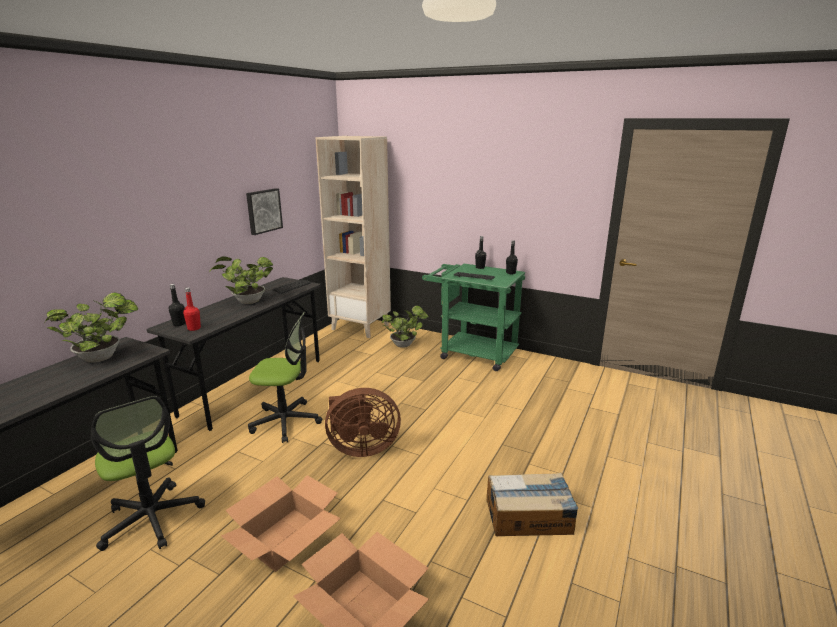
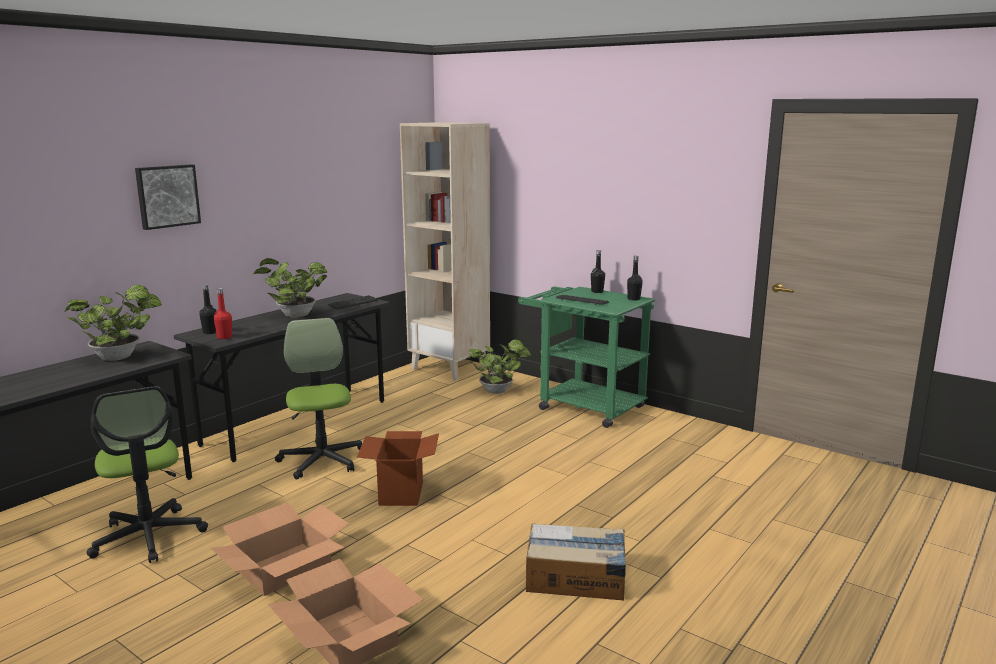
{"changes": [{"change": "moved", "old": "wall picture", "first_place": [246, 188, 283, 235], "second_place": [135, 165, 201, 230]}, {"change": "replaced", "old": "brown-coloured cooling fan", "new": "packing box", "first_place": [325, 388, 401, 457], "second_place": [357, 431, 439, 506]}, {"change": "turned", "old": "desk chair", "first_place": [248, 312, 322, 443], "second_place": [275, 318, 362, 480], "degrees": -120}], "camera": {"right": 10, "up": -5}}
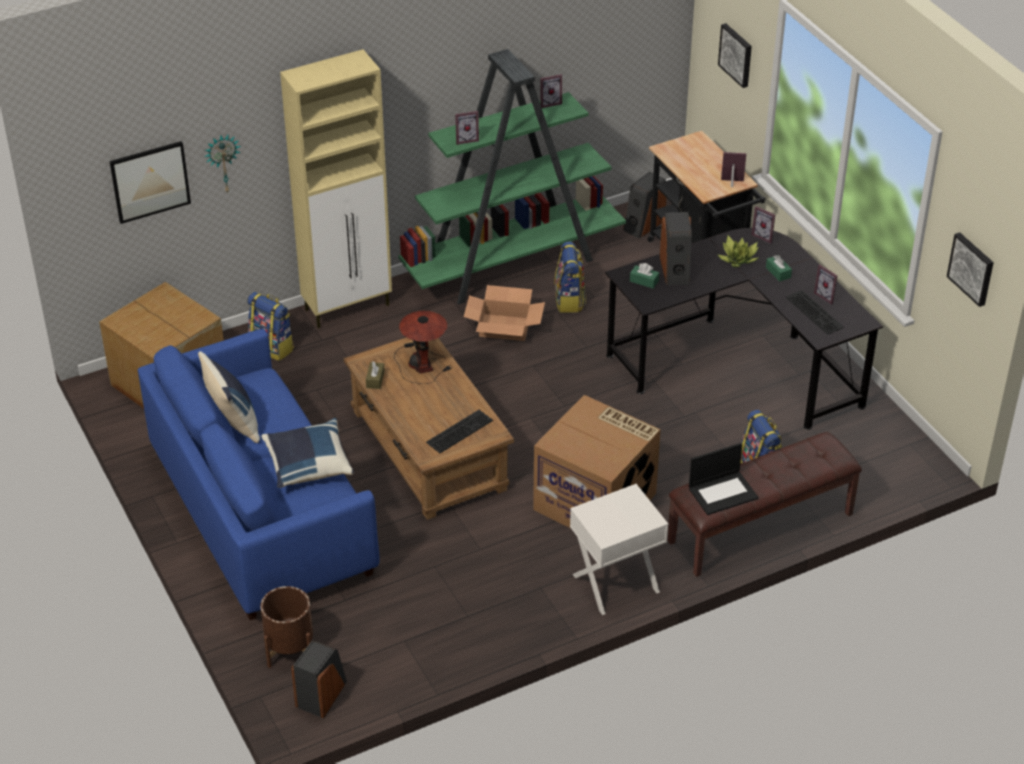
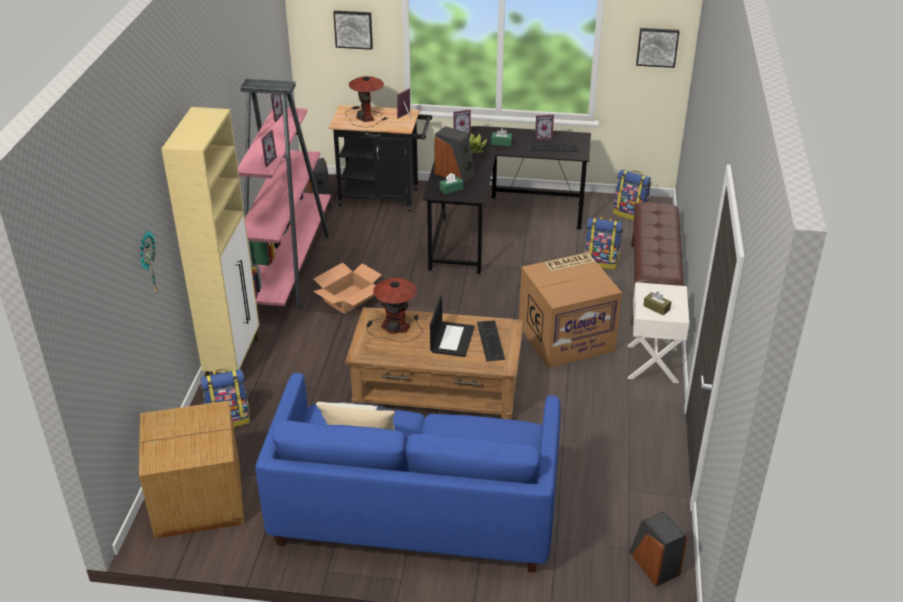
{"changes": [{"change": "removed", "old": "wall picture", "first_place": [110, 141, 191, 224]}, {"change": "removed", "old": "brown-coloured plant pot", "first_place": [260, 586, 313, 668]}, {"change": "removed", "old": "bluish throw pillow", "first_place": [261, 418, 354, 488]}, {"change": "added", "new": "tabletop lamp", "second_place": [345, 76, 387, 127]}, {"change": "moved", "old": "brown-coloured tissue box", "first_place": [366, 361, 385, 389], "second_place": [643, 292, 671, 315]}, {"change": "moved", "old": "knapsack", "first_place": [554, 241, 586, 313], "second_place": [613, 169, 651, 221]}, {"change": "moved", "old": "notebook computer", "first_place": [689, 443, 759, 515], "second_place": [430, 295, 475, 357]}, {"change": "recoloured", "old": "green bookcase", "new": "pink bookcase", "first_place": [398, 49, 626, 305], "second_place": [238, 79, 331, 308]}], "camera": {"right": -55, "up": -5}}
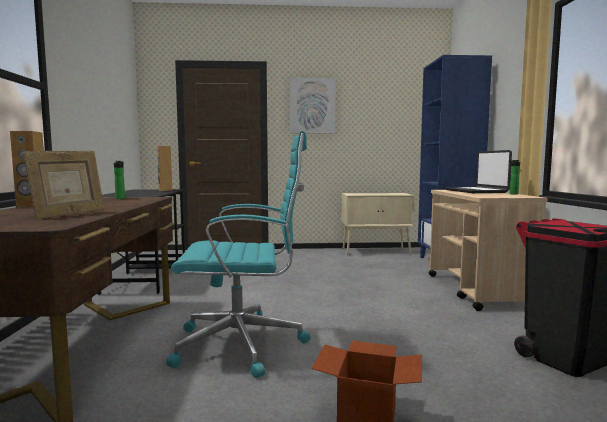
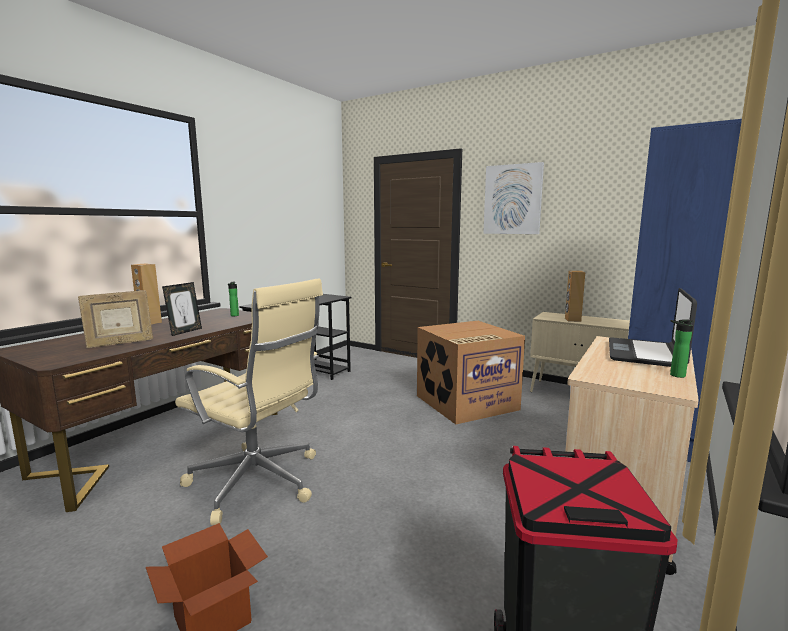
{"changes": [{"change": "added", "new": "photo frame", "second_place": [162, 282, 202, 336]}, {"change": "added", "new": "packing box", "second_place": [417, 321, 525, 424]}, {"change": "moved", "old": "brown-coloured loudspeaker", "first_place": [157, 146, 172, 191], "second_place": [565, 271, 585, 322]}, {"change": "recoloured", "old": "turquoise desk chair", "new": "sand-coloured desk chair", "first_place": [166, 131, 311, 378], "second_place": [175, 278, 323, 525]}], "camera": {"right": 35, "up": 5}}
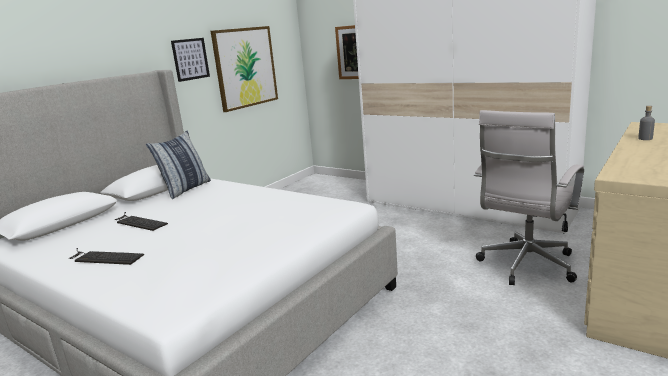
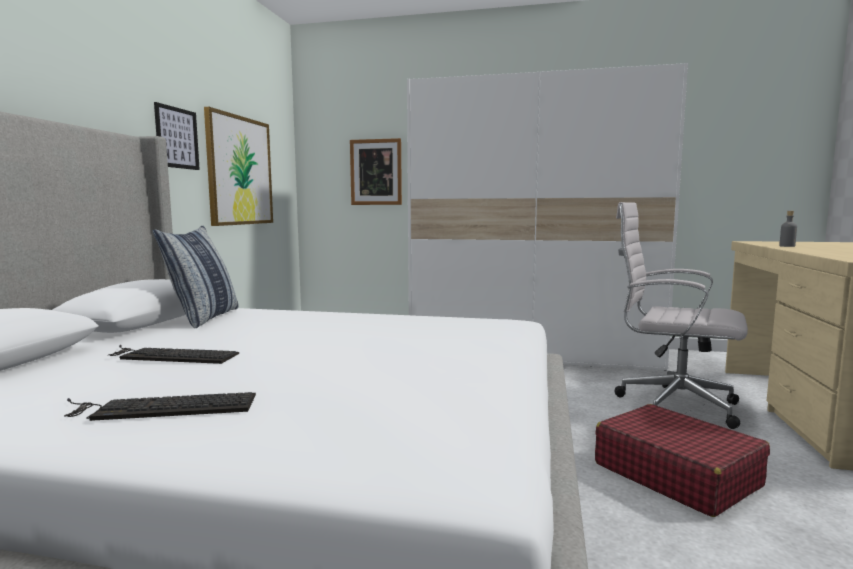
{"changes": [{"change": "added", "new": "red-coloured piece of luggage", "second_place": [595, 404, 770, 517]}, {"change": "turned", "old": "whitish desk chair", "first_place": [474, 110, 584, 285], "second_place": [615, 202, 748, 429], "degrees": 105}], "camera": {"right": -25, "up": -10}}
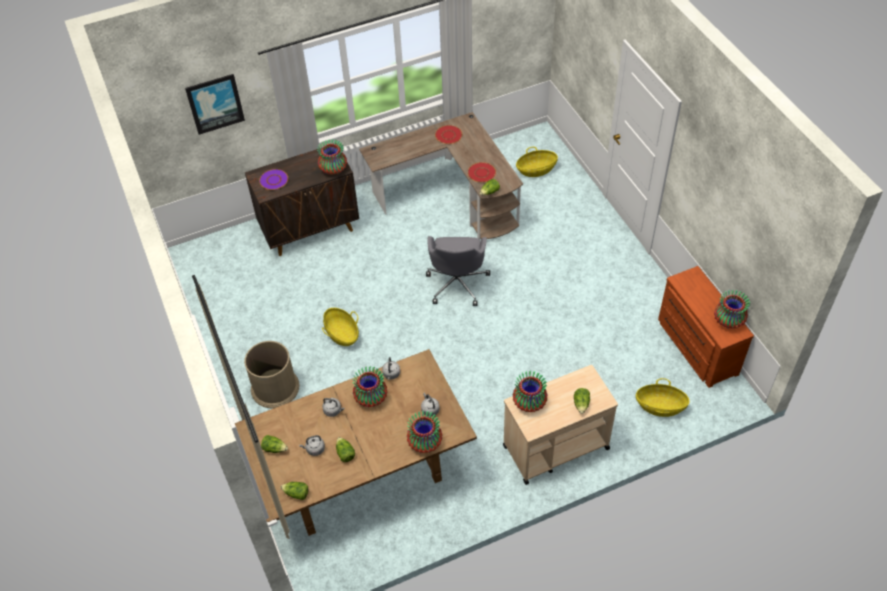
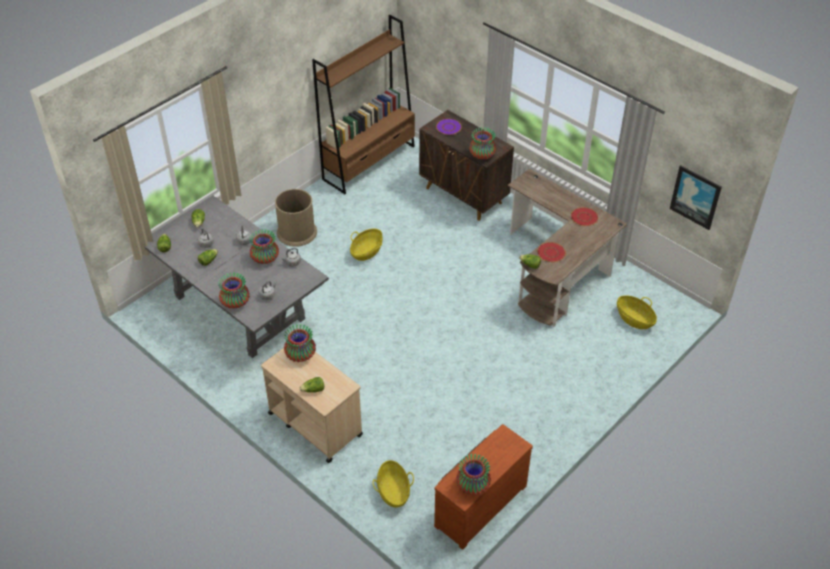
{"changes": [{"change": "removed", "old": "greyish desk chair", "first_place": [426, 236, 490, 306]}, {"change": "added", "new": "brown-coloured bookcase", "second_place": [312, 15, 415, 194]}, {"change": "moved", "old": "wall picture", "first_place": [185, 74, 245, 135], "second_place": [670, 165, 722, 230]}, {"change": "recoloured", "old": "brown-coloured dining table", "new": "greyish dining table", "first_place": [235, 349, 477, 536], "second_place": [145, 196, 329, 358]}], "camera": {"right": 65, "up": -5}}
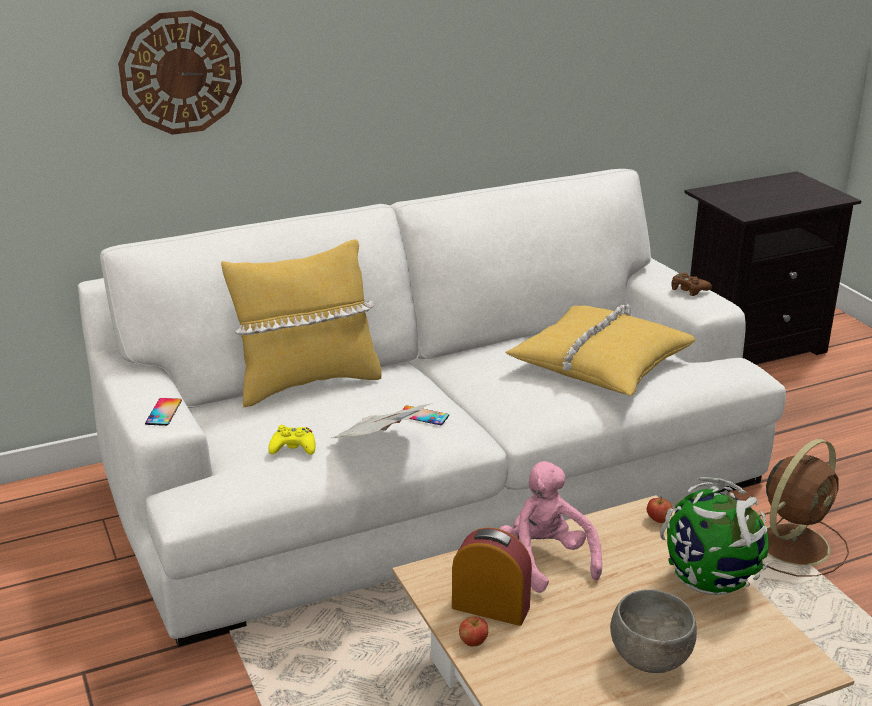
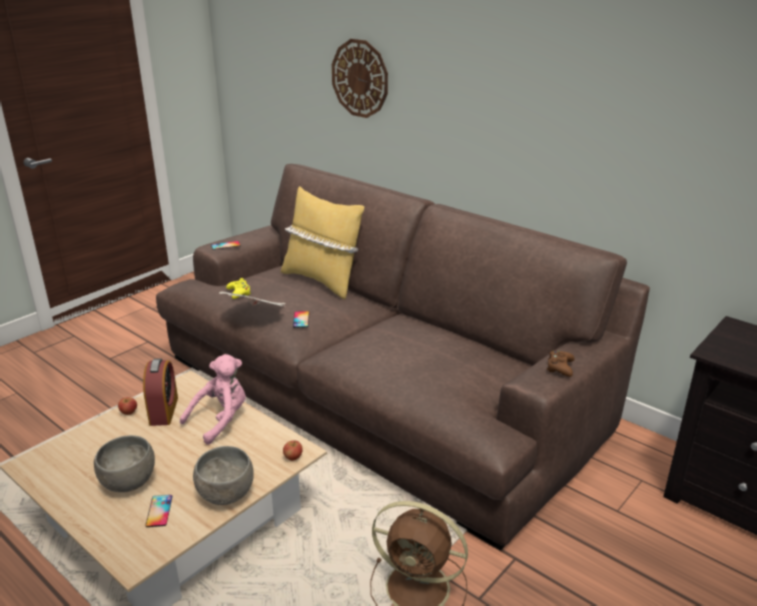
{"changes": [{"change": "removed", "old": "yellow-coloured throw pillow", "first_place": [506, 304, 696, 396]}, {"change": "added", "new": "phone", "second_place": [145, 495, 172, 527]}, {"change": "replaced", "old": "world globe", "new": "greyish deep dish", "first_place": [660, 477, 769, 595], "second_place": [193, 446, 254, 505]}, {"change": "recoloured", "old": "whitish sofa", "new": "brown-coloured sofa", "first_place": [78, 169, 786, 647], "second_place": [156, 164, 650, 551]}], "camera": {"right": 65, "up": 0}}
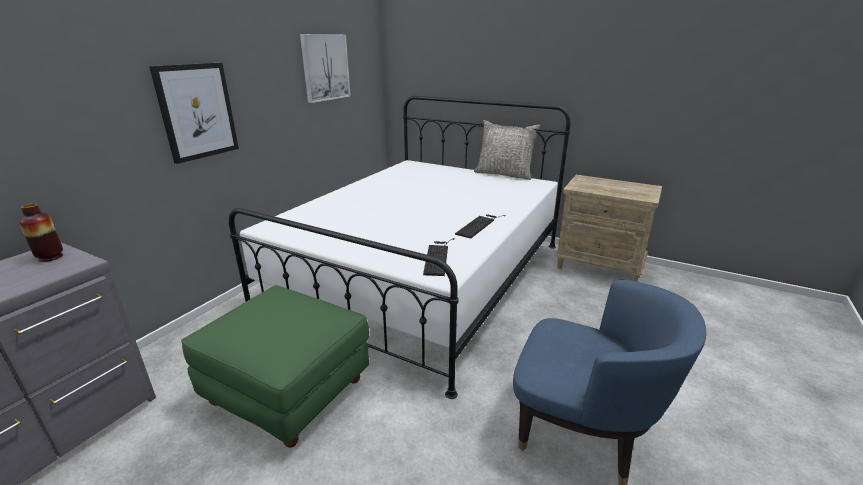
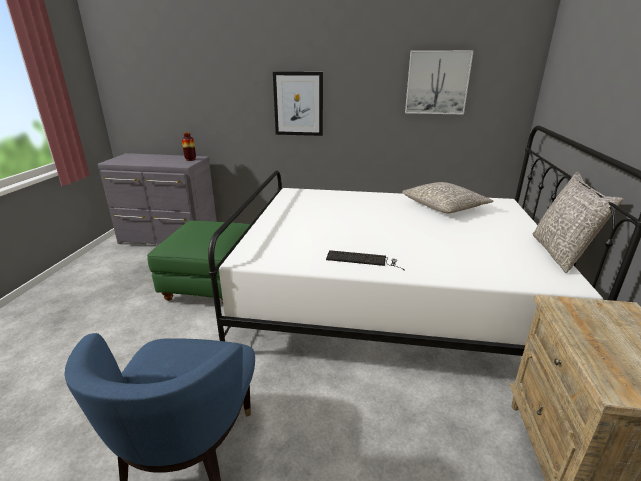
{"changes": [{"change": "removed", "old": "computer keyboard", "first_place": [423, 238, 455, 276]}, {"change": "added", "new": "greyish throw pillow", "second_place": [402, 182, 494, 214]}], "camera": {"right": 70, "up": 0}}
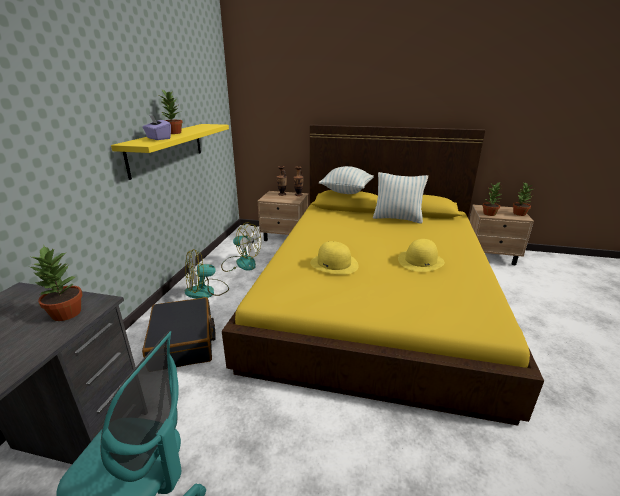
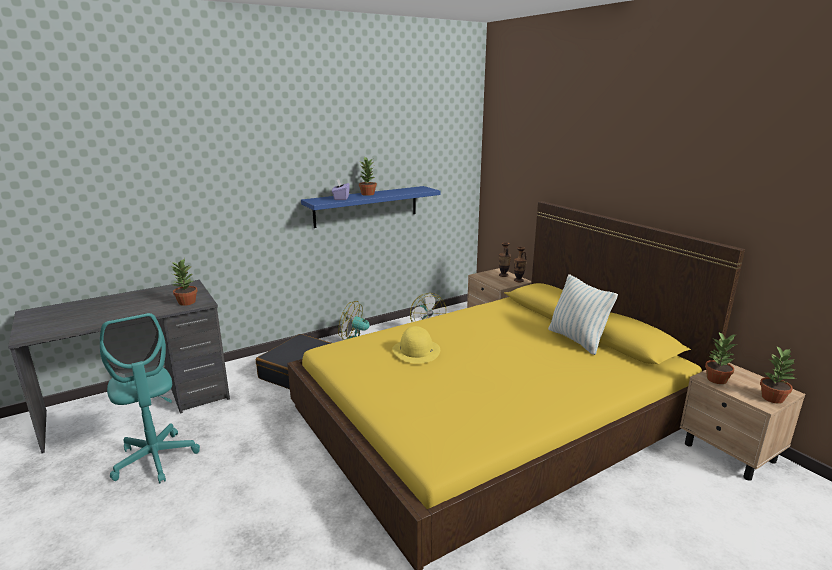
{"changes": [{"change": "removed", "old": "throw pillow", "first_place": [319, 166, 374, 194]}, {"change": "removed", "old": "yellow-coloured wearable hat", "first_place": [398, 239, 445, 272]}, {"change": "recoloured", "old": "yellow-coloured shelf", "new": "bluish shelf", "first_place": [111, 124, 229, 180], "second_place": [301, 186, 440, 228]}], "camera": {"right": 45, "up": -5}}
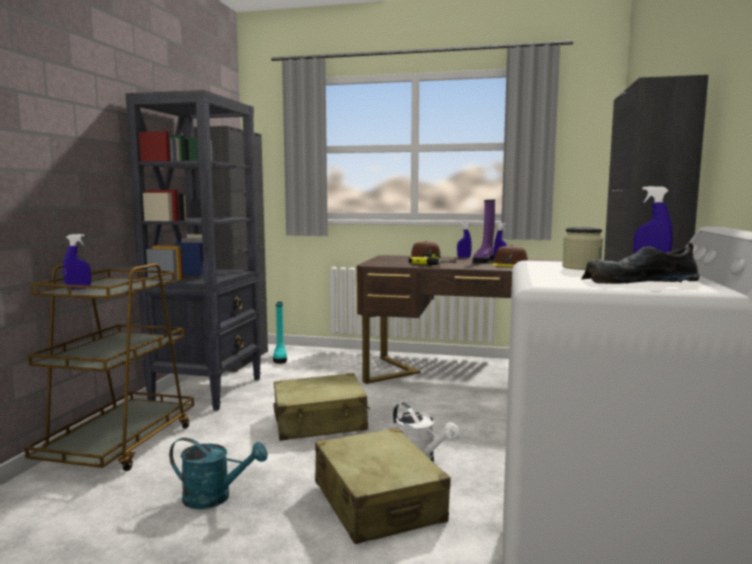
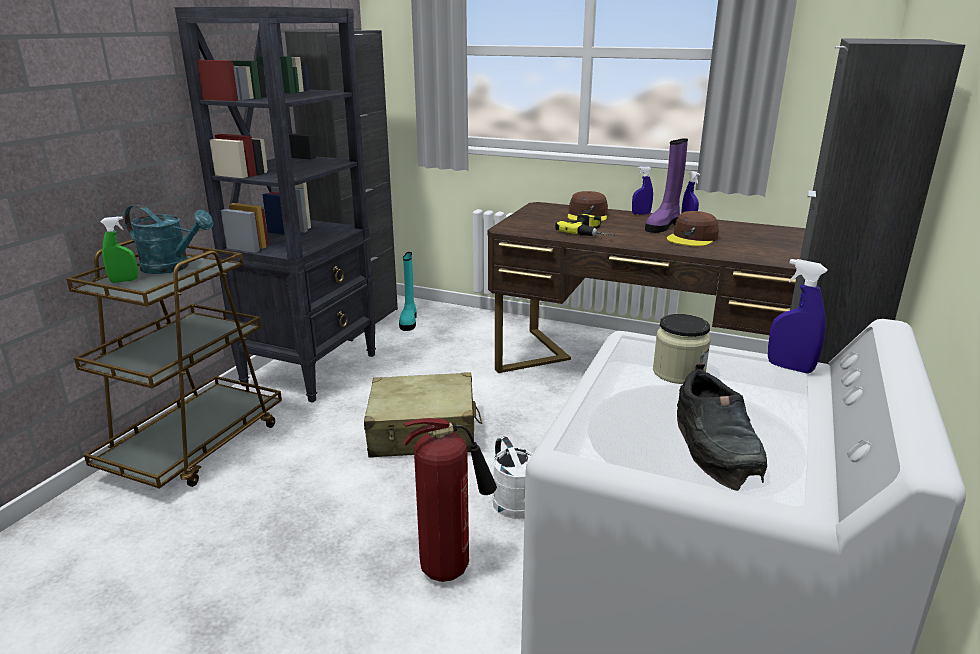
{"changes": [{"change": "moved", "old": "turquoise sprinkling can", "first_place": [169, 437, 268, 509], "second_place": [124, 204, 213, 274]}, {"change": "replaced", "old": "sand-coloured piece of luggage", "new": "fire extinguisher", "first_place": [315, 428, 451, 544], "second_place": [404, 418, 497, 582]}, {"change": "recoloured", "old": "bluish spray bottle", "new": "green spray bottle", "first_place": [63, 234, 91, 290], "second_place": [101, 216, 138, 283]}, {"change": "turned", "old": "black low shoe", "first_place": [581, 242, 700, 284], "second_place": [677, 363, 767, 491], "degrees": -105}], "camera": {"right": 10, "up": 15}}
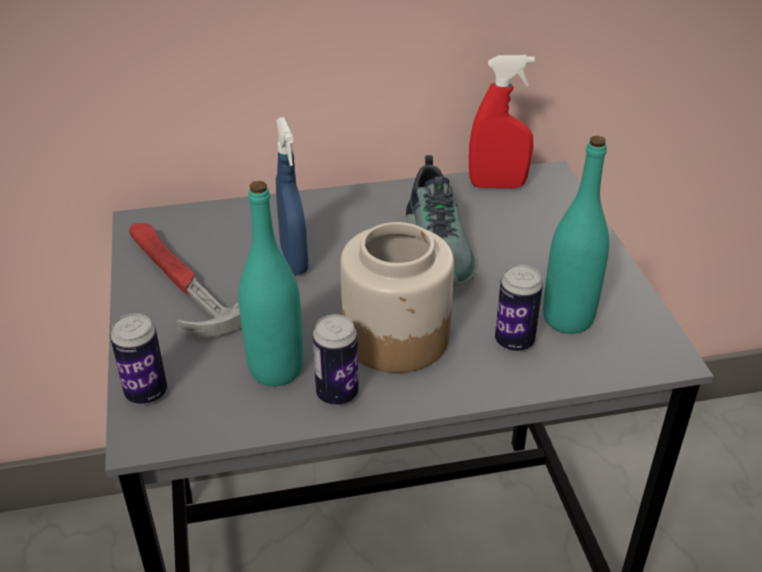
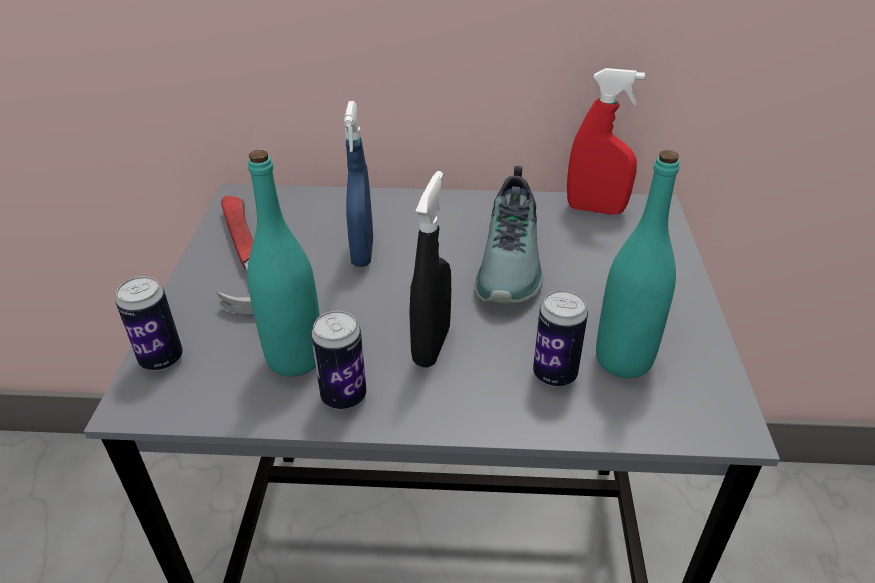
{"changes": [{"change": "replaced", "old": "preserve jar", "new": "black spray bottle", "first_place": [340, 222, 454, 373], "second_place": [409, 171, 451, 367]}], "camera": {"right": 15, "up": 0}}
